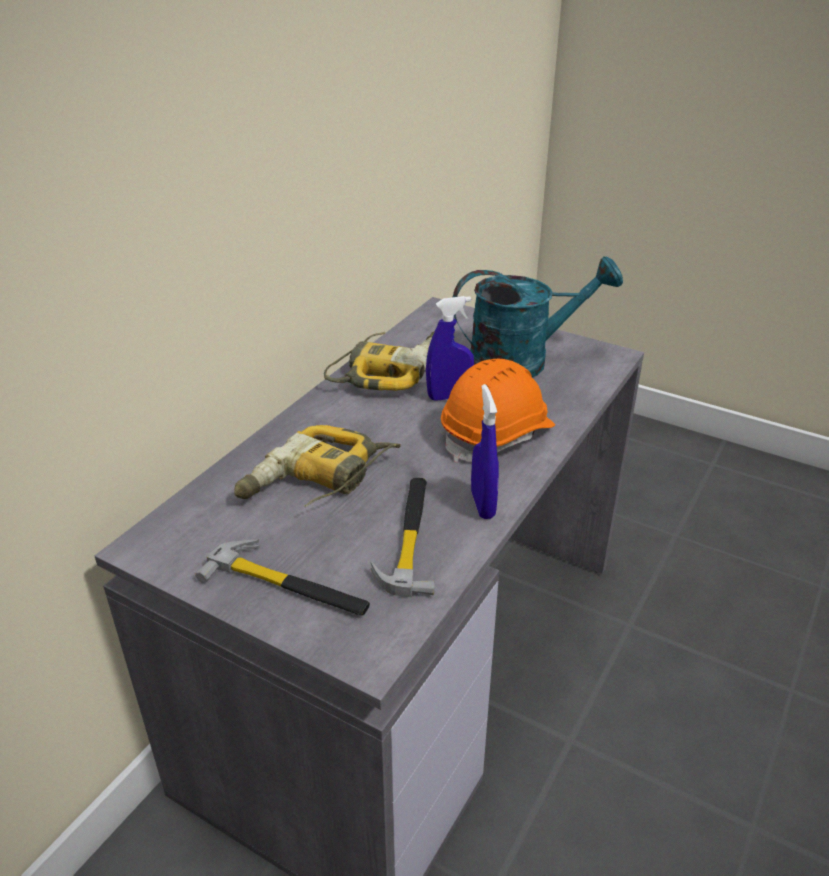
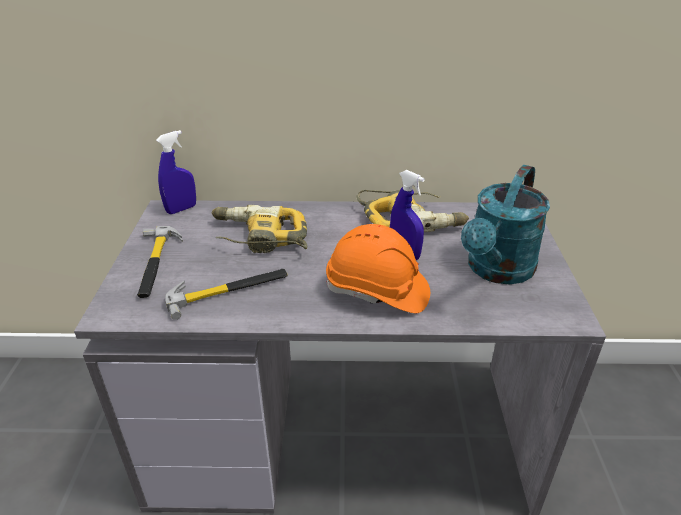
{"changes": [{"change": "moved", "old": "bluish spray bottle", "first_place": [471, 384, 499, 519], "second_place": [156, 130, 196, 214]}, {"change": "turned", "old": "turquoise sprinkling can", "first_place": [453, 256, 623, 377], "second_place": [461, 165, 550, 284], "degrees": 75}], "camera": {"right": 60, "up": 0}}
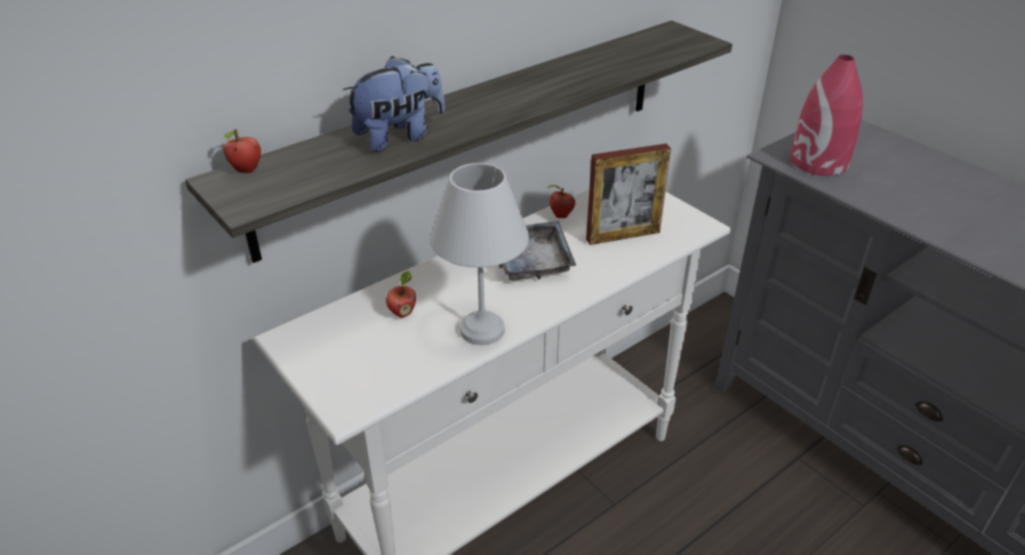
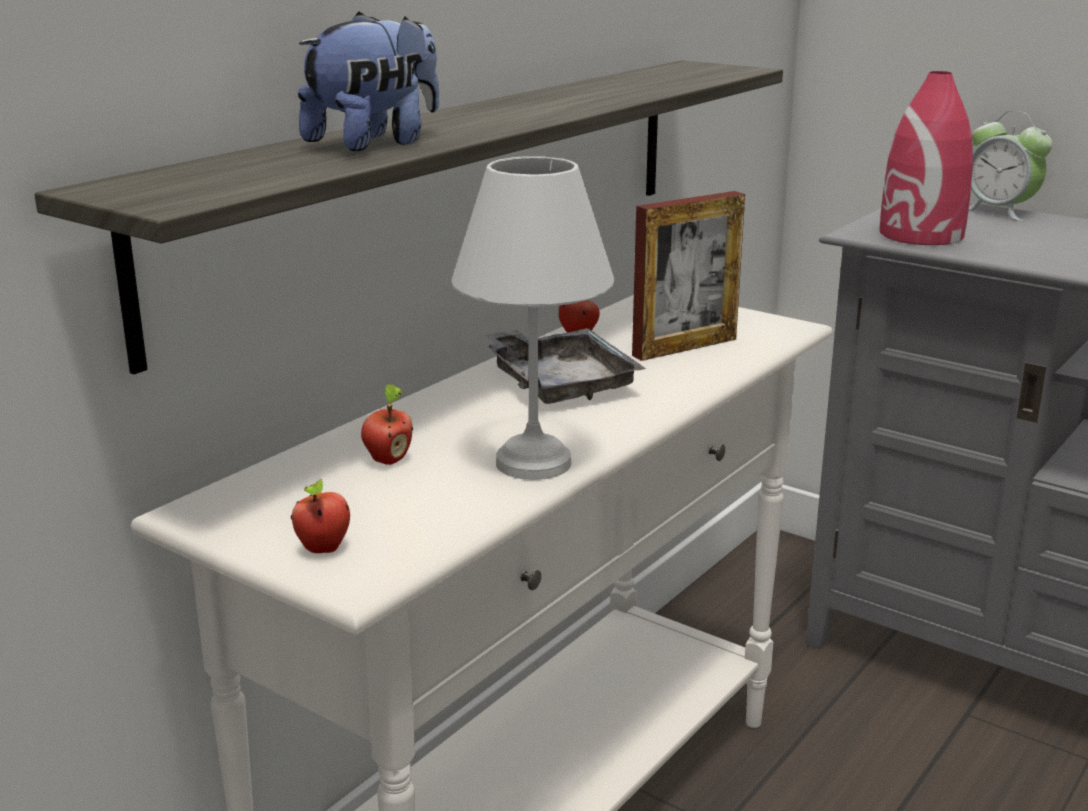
{"changes": [{"change": "added", "new": "bedside clock", "second_place": [968, 111, 1052, 221]}, {"change": "moved", "old": "whole apple", "first_place": [223, 129, 261, 173], "second_place": [291, 479, 350, 553]}], "camera": {"right": -15, "up": -15}}
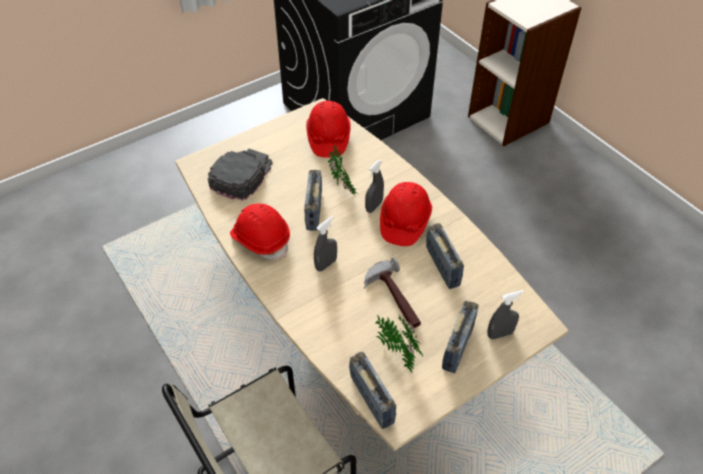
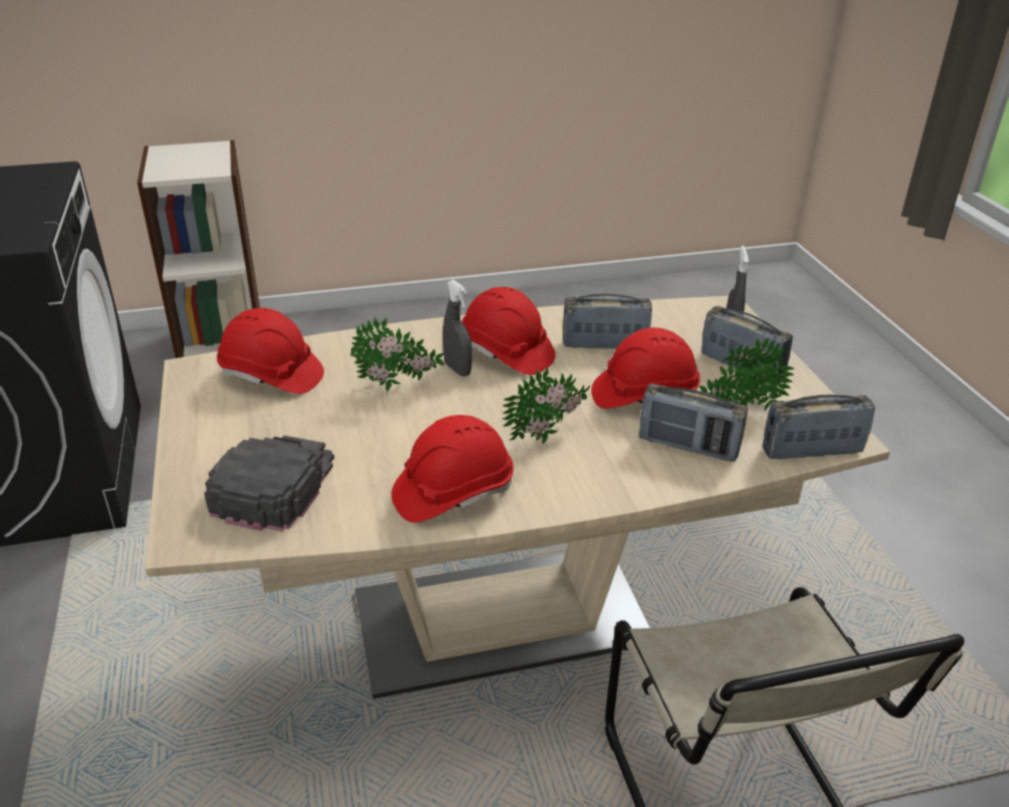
{"changes": [{"change": "moved", "old": "radio receiver", "first_place": [304, 170, 322, 231], "second_place": [639, 384, 748, 462]}, {"change": "replaced", "old": "greyish spray bottle", "new": "houseplant", "first_place": [314, 216, 337, 272], "second_place": [502, 367, 590, 444]}, {"change": "replaced", "old": "hammer", "new": "red-coloured work helmet", "first_place": [364, 258, 421, 328], "second_place": [591, 328, 700, 409]}, {"change": "turned", "old": "black peaked cap", "first_place": [208, 149, 273, 201], "second_place": [204, 435, 334, 531], "degrees": 60}], "camera": {"right": -70, "up": -15}}
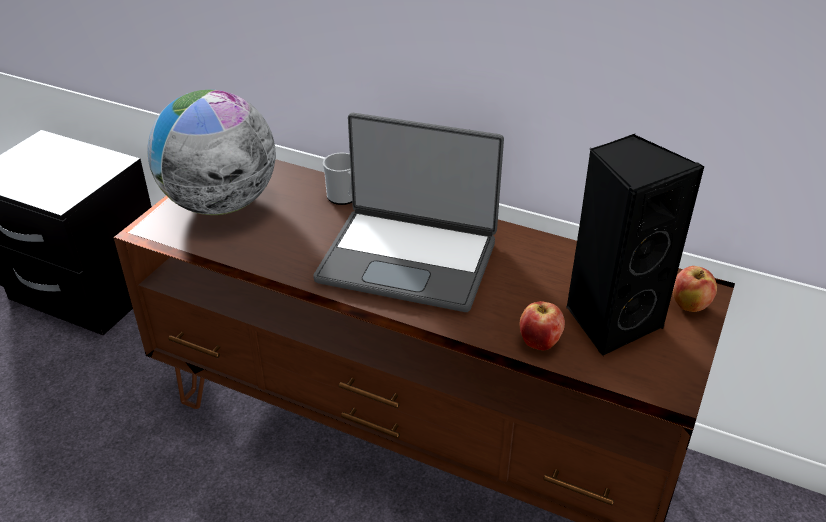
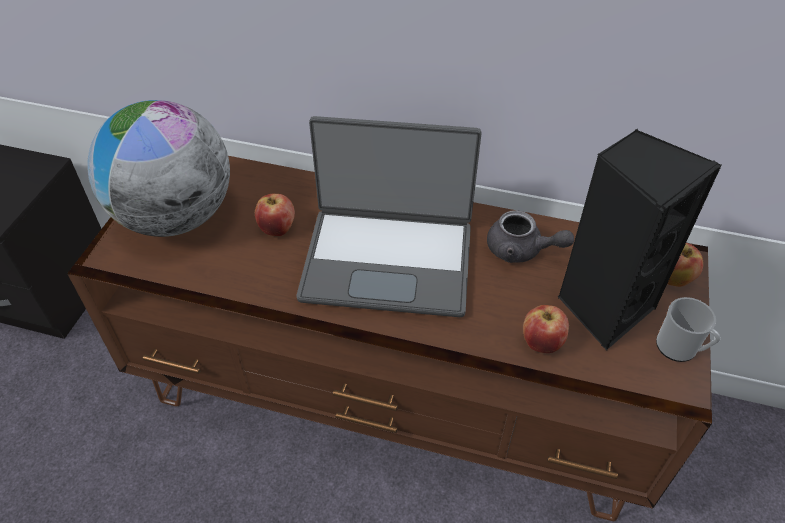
{"changes": [{"change": "added", "new": "whole apple", "second_place": [255, 194, 295, 236]}, {"change": "added", "new": "greyish tea pot", "second_place": [487, 210, 574, 263]}, {"change": "moved", "old": "tea mug", "first_place": [323, 153, 352, 205], "second_place": [656, 297, 721, 362]}], "camera": {"right": -10, "up": 10}}
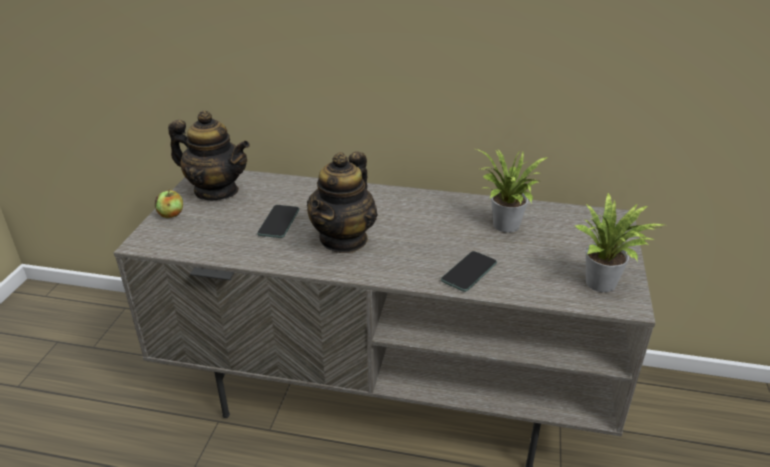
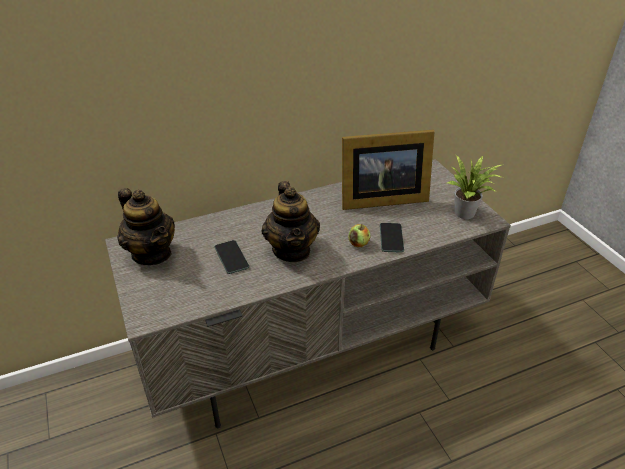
{"changes": [{"change": "moved", "old": "whole apple", "first_place": [155, 190, 183, 218], "second_place": [348, 224, 371, 247]}, {"change": "replaced", "old": "houseplant", "new": "photo frame", "first_place": [476, 149, 548, 233], "second_place": [342, 130, 435, 210]}, {"change": "turned", "old": "tea pot", "first_place": [168, 110, 250, 200], "second_place": [117, 188, 175, 265], "degrees": 60}], "camera": {"right": -35, "up": 5}}
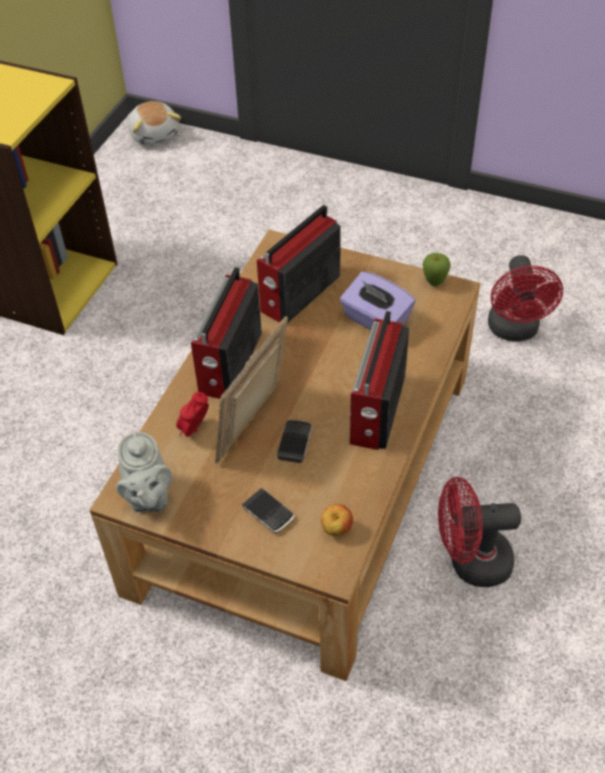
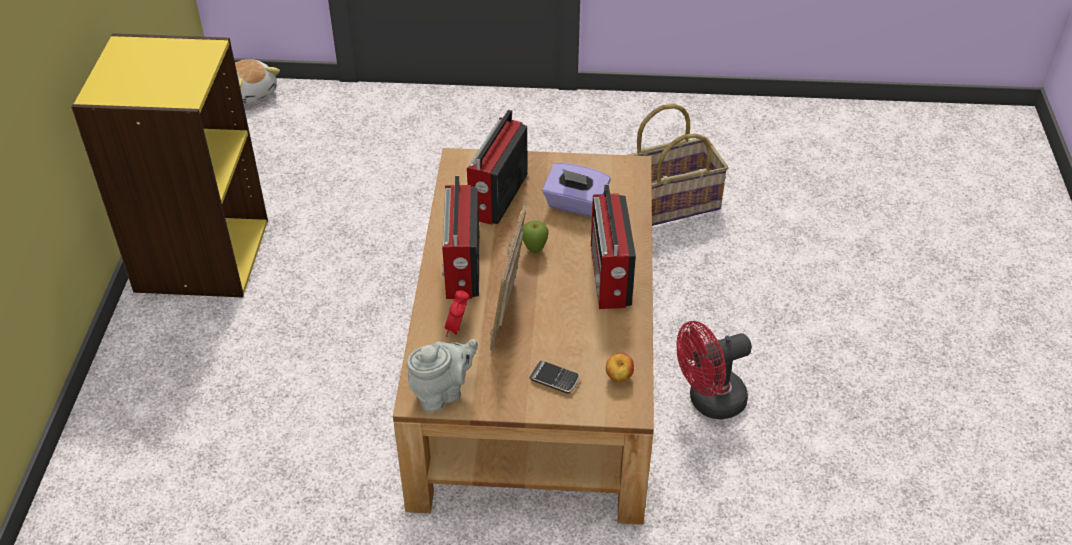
{"changes": [{"change": "removed", "old": "phone", "first_place": [277, 420, 312, 463]}, {"change": "moved", "old": "whole apple", "first_place": [422, 253, 451, 286], "second_place": [522, 221, 549, 253]}, {"change": "replaced", "old": "red-coloured cooling fan", "new": "basket", "first_place": [488, 255, 563, 341], "second_place": [628, 104, 728, 226]}, {"change": "turned", "old": "greyish tea pot", "first_place": [116, 431, 172, 512], "second_place": [407, 339, 478, 412], "degrees": -90}], "camera": {"right": -20, "up": -5}}
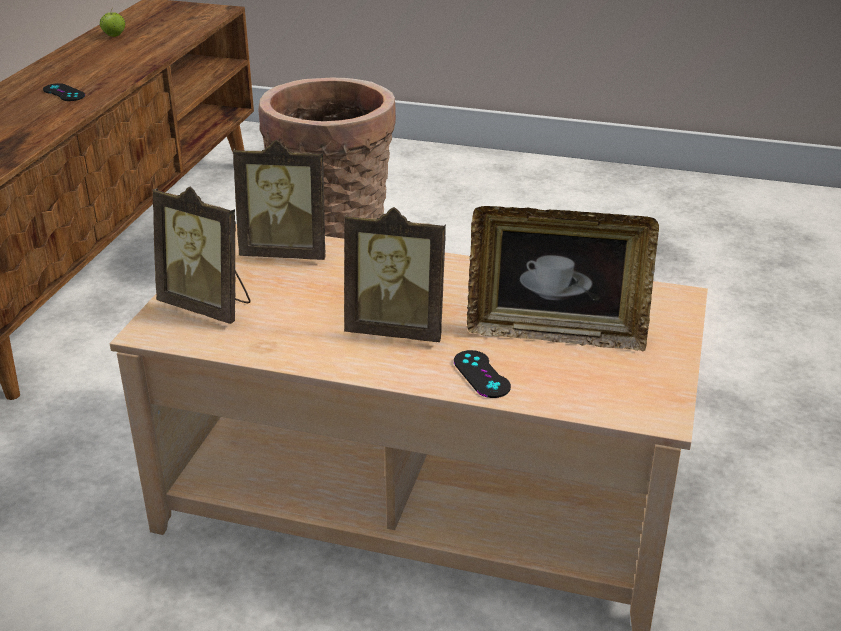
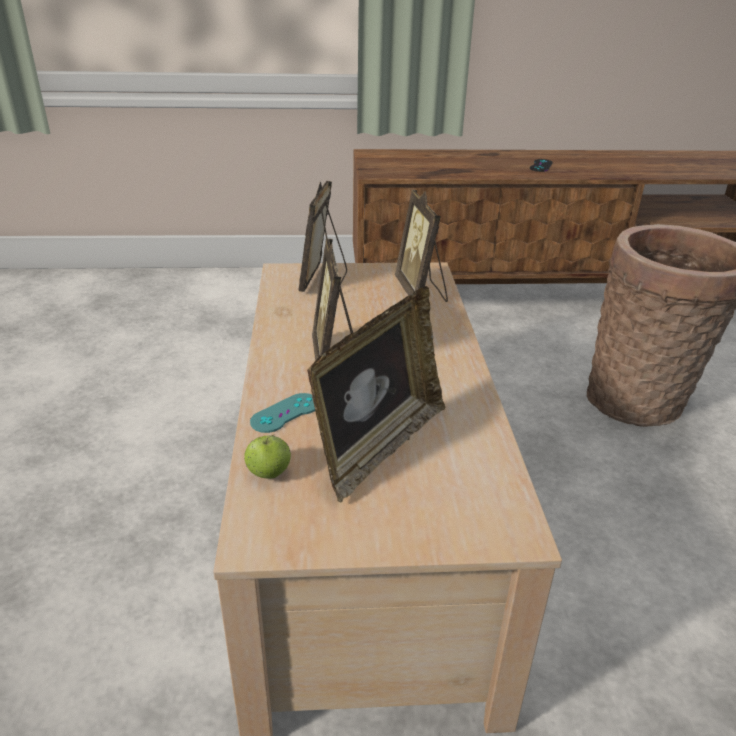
{"changes": [{"change": "moved", "old": "whole apple", "first_place": [100, 7, 125, 37], "second_place": [244, 434, 291, 479]}, {"change": "recoloured", "old": "black game controller", "new": "turquoise game controller", "first_place": [454, 350, 511, 398], "second_place": [250, 393, 315, 433]}, {"change": "turned", "old": "photo frame", "first_place": [467, 206, 659, 351], "second_place": [307, 286, 446, 502], "degrees": -135}], "camera": {"right": 70, "up": 0}}
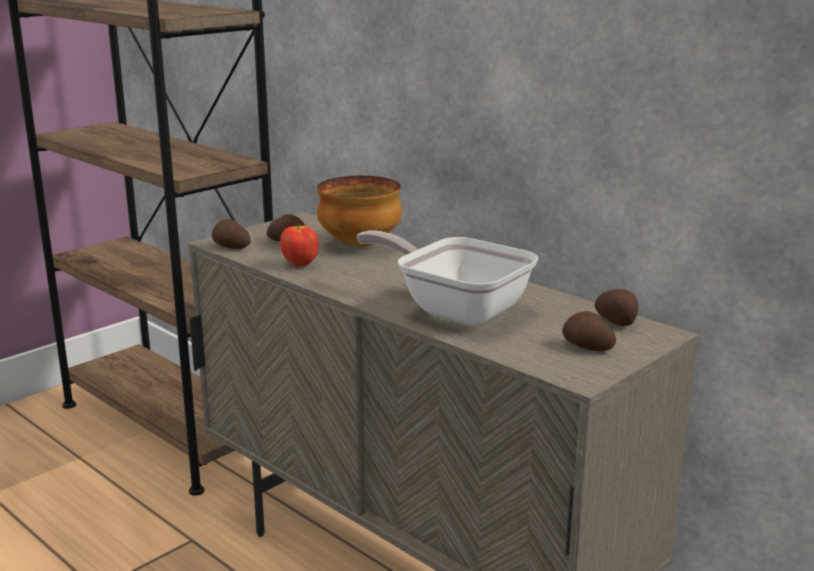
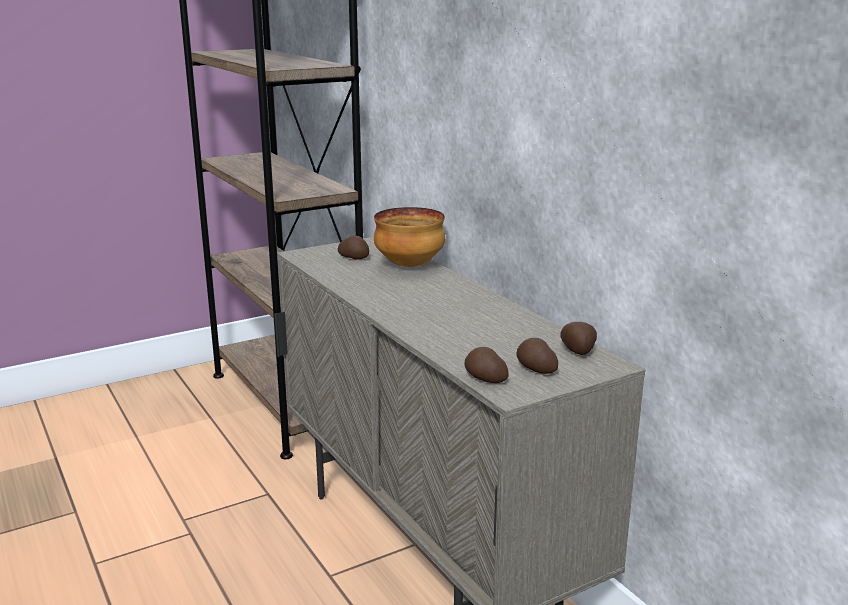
{"changes": [{"change": "removed", "old": "whole apple", "first_place": [280, 223, 318, 267]}, {"change": "removed", "old": "pan", "first_place": [356, 230, 538, 326]}, {"change": "moved", "old": "potato", "first_place": [212, 219, 251, 249], "second_place": [464, 347, 509, 383]}], "camera": {"right": 15, "up": 0}}
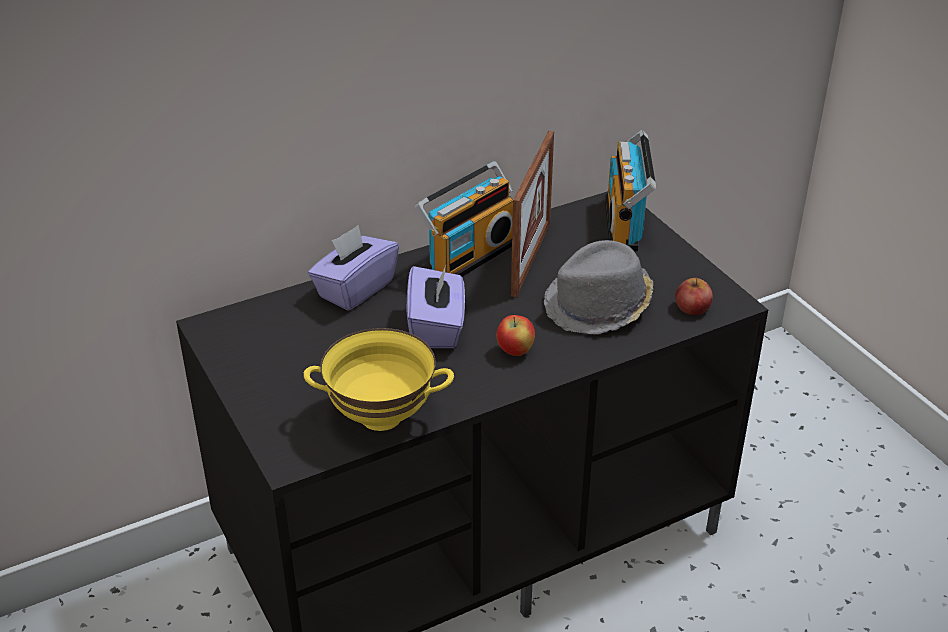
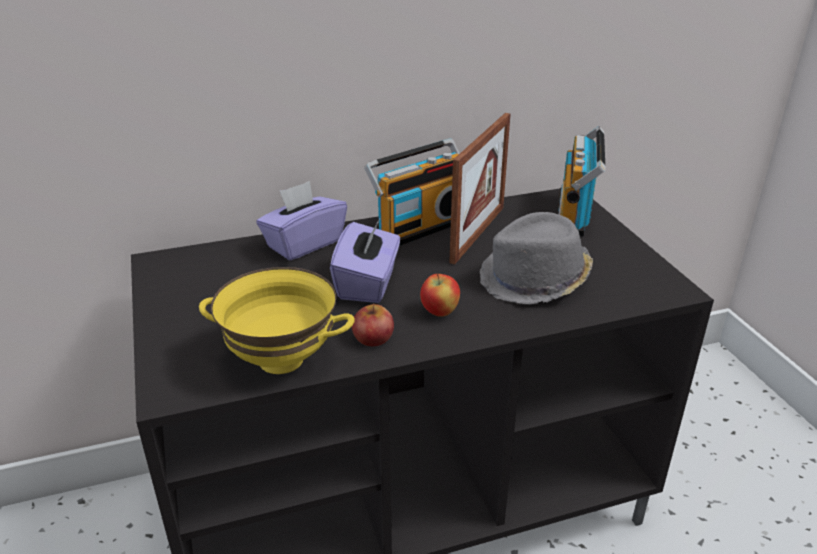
{"changes": [{"change": "moved", "old": "whole apple", "first_place": [675, 277, 713, 315], "second_place": [352, 303, 394, 346]}], "camera": {"right": 10, "up": -5}}
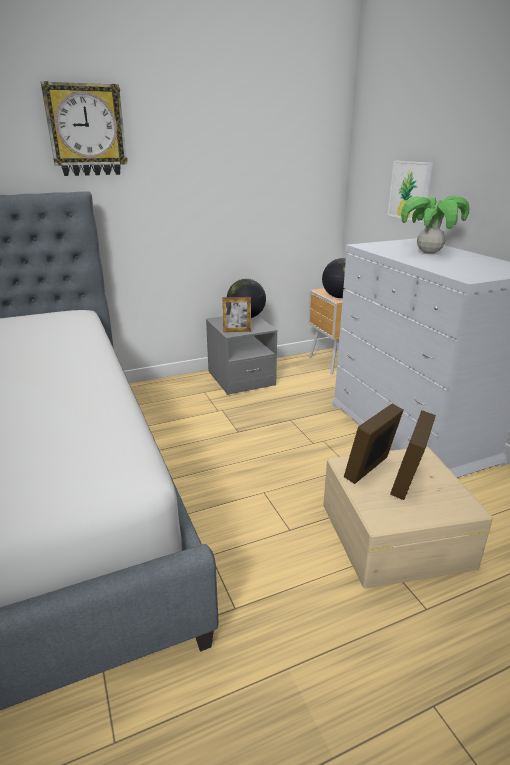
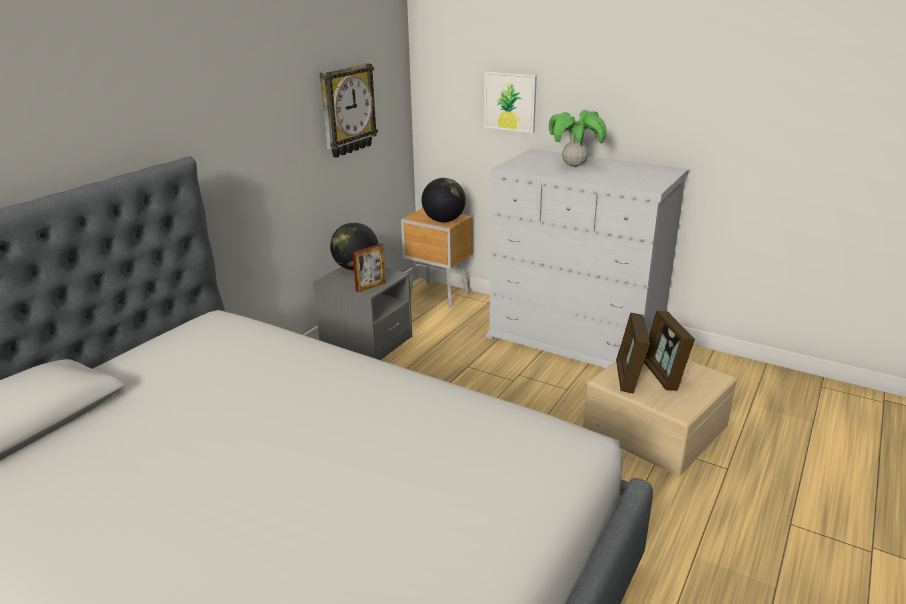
{"changes": [{"change": "moved", "old": "hanging clock", "first_place": [41, 81, 128, 176], "second_place": [320, 63, 378, 158]}], "camera": {"right": -35, "up": 0}}
